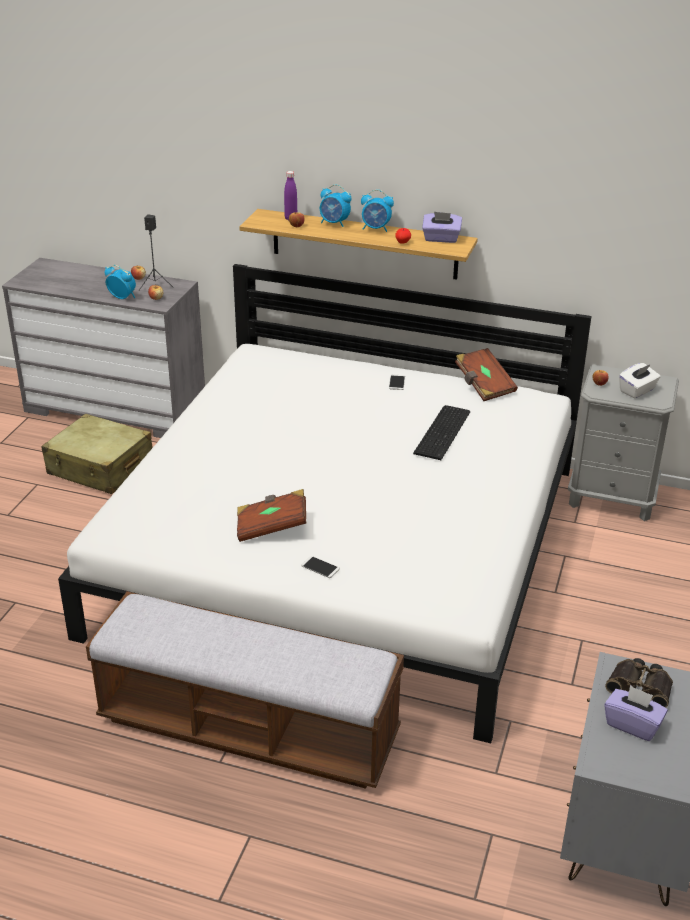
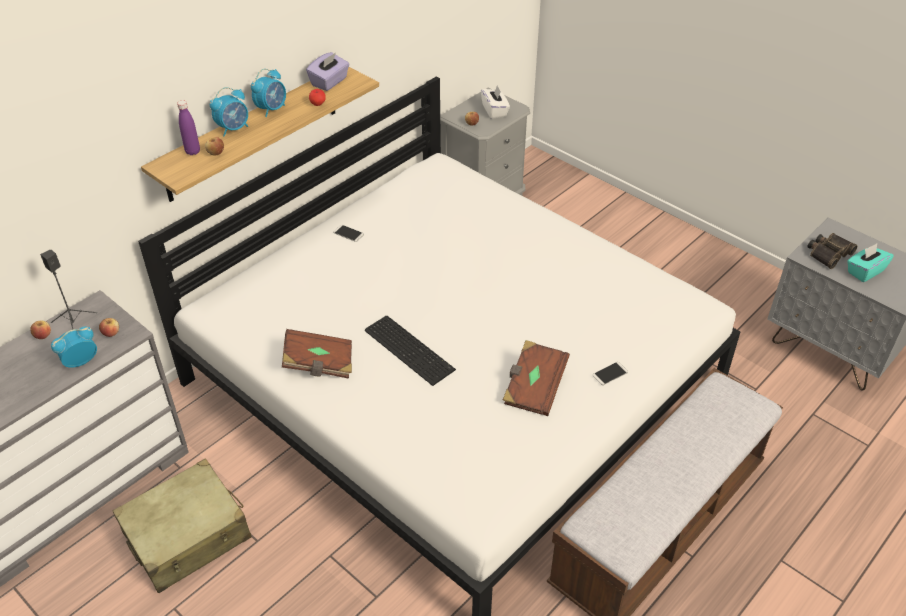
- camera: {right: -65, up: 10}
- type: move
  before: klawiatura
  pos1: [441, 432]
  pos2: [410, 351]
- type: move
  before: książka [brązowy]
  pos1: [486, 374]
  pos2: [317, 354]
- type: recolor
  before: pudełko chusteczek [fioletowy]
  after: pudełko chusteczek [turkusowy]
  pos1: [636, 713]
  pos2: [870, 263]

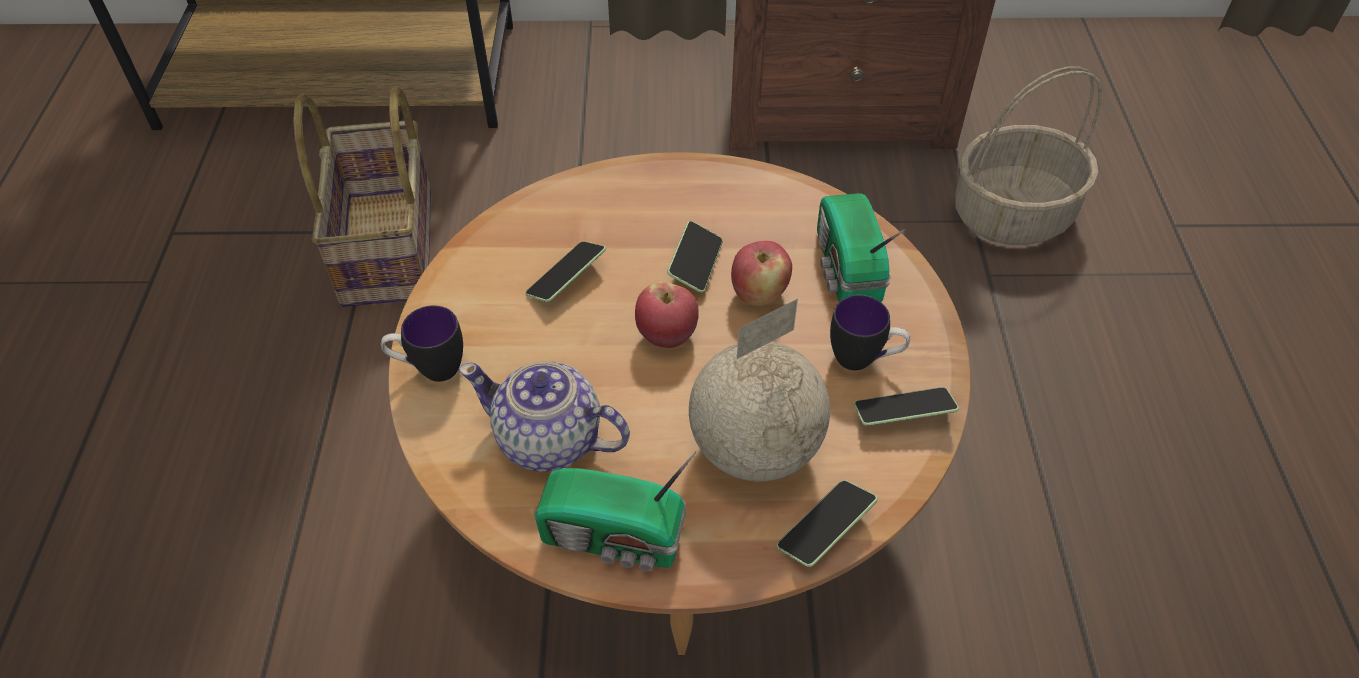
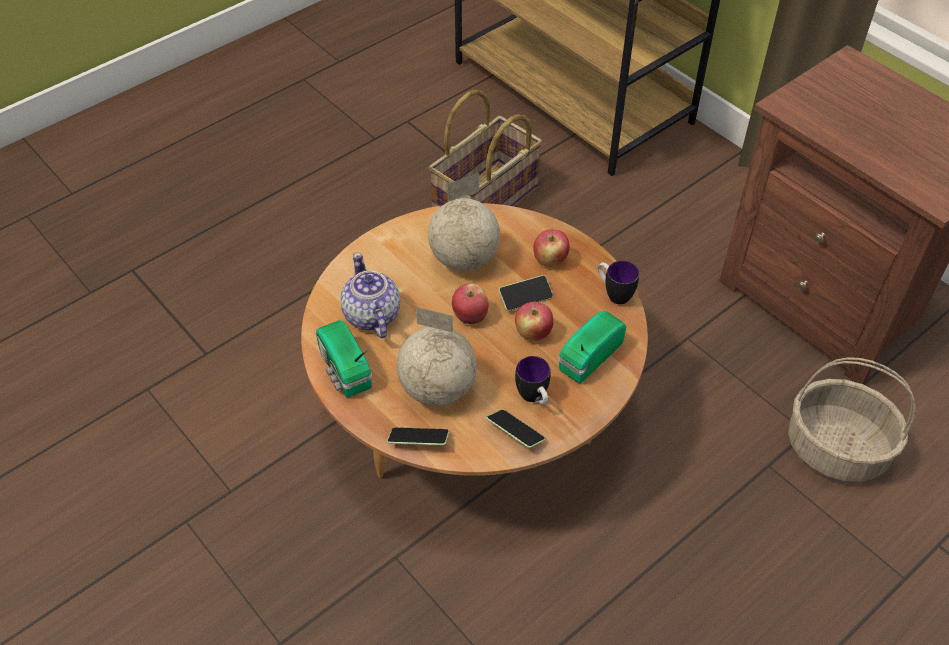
- camera: {right: 50, up: 0}
- type: insert
  after: jabłko
  pos2: [551, 248]
- type: move
  before: kubek
  pos1: [422, 343]
  pos2: [618, 283]
- type: replace
  before: telefon
  after: globus
  pos1: [565, 271]
  pos2: [464, 222]

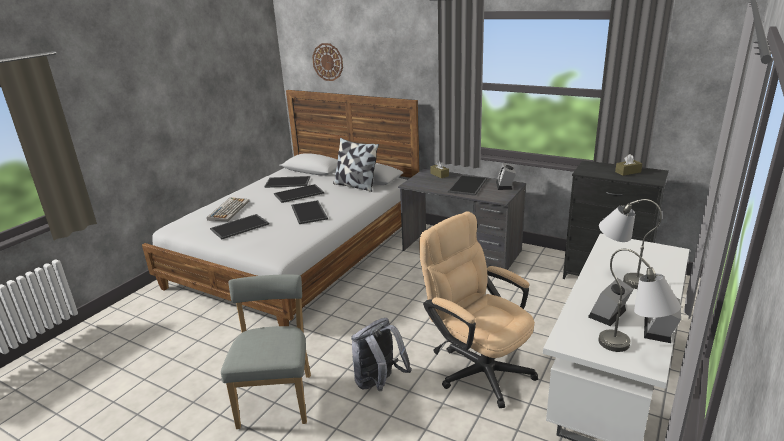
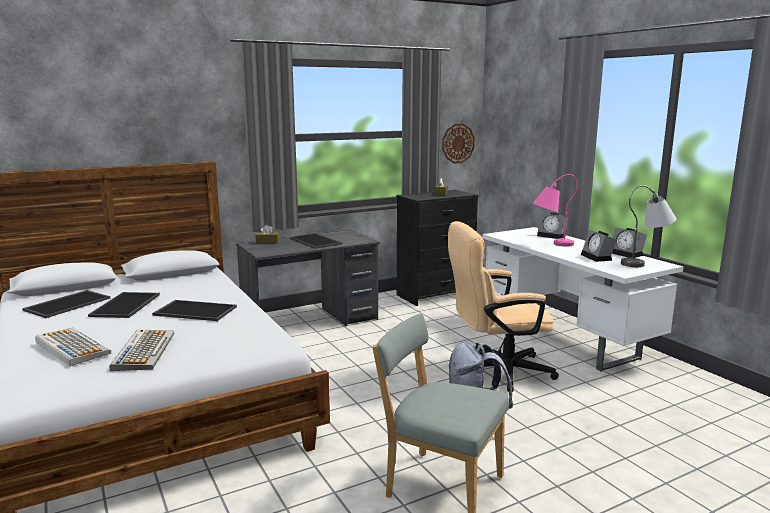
- camera: {right: -60, up: -10}
- type: delete
  before: poduszka
  pos1: [356, 165]
- type: move
  before: zegar ścienny
  pos1: [327, 62]
  pos2: [458, 143]
- type: move
  before: budzik
  pos1: [506, 176]
  pos2: [552, 226]
- type: replace
  before: taca
  after: klawiatura
  pos1: [239, 226]
  pos2: [141, 350]
- type: recolor
  before: lampa stołowa [szary]
  after: lampa stołowa [różowy]
  pos1: [630, 244]
  pos2: [555, 210]

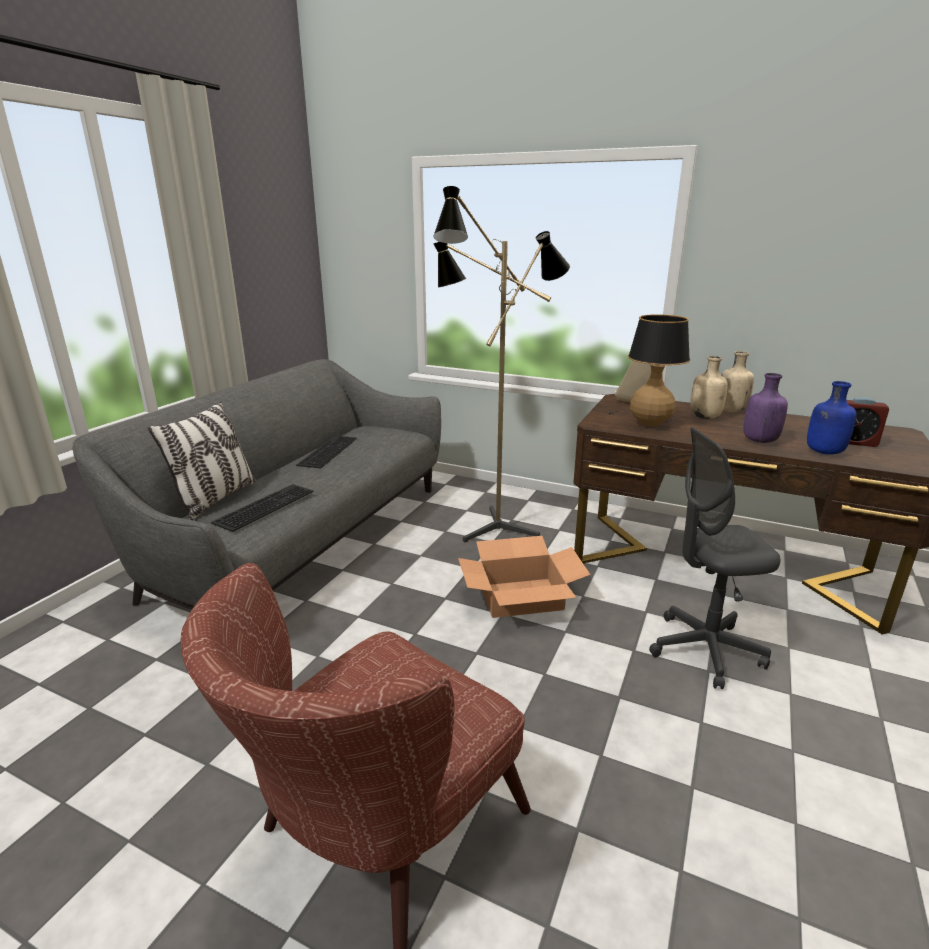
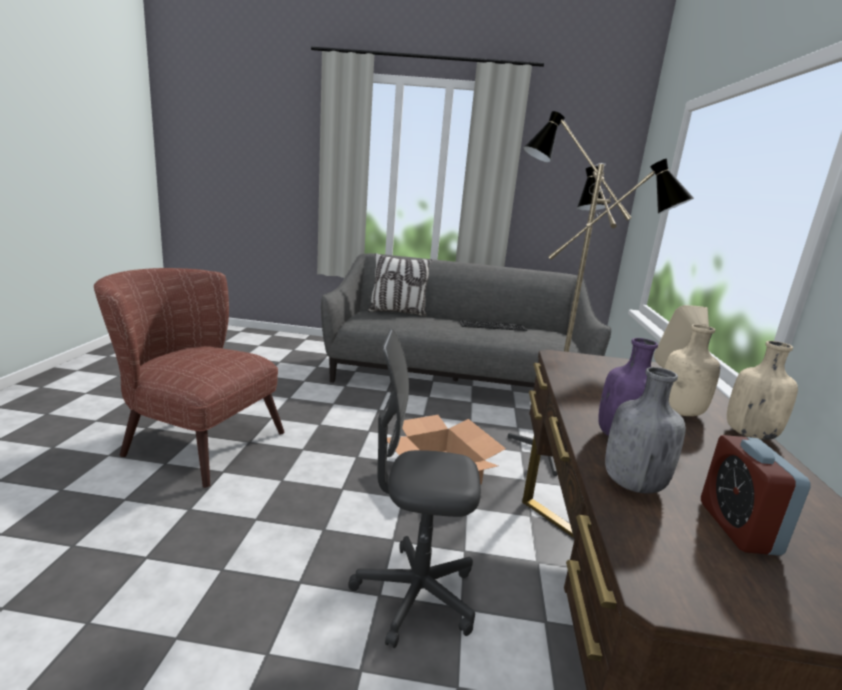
- camera: {right: 70, up: -5}
- type: delete
  before: klawiatura
  pos1: [262, 508]
- type: delete
  before: lampa stołowa
  pos1: [649, 370]
- type: recolor
  before: butelka [niebieski]
  after: butelka [szary]
  pos1: [831, 418]
  pos2: [645, 430]
- type: rotate
  before: krzesło biurowe [szary]
  pos1: [714, 558]
  pos2: [414, 488]
  turn: -60

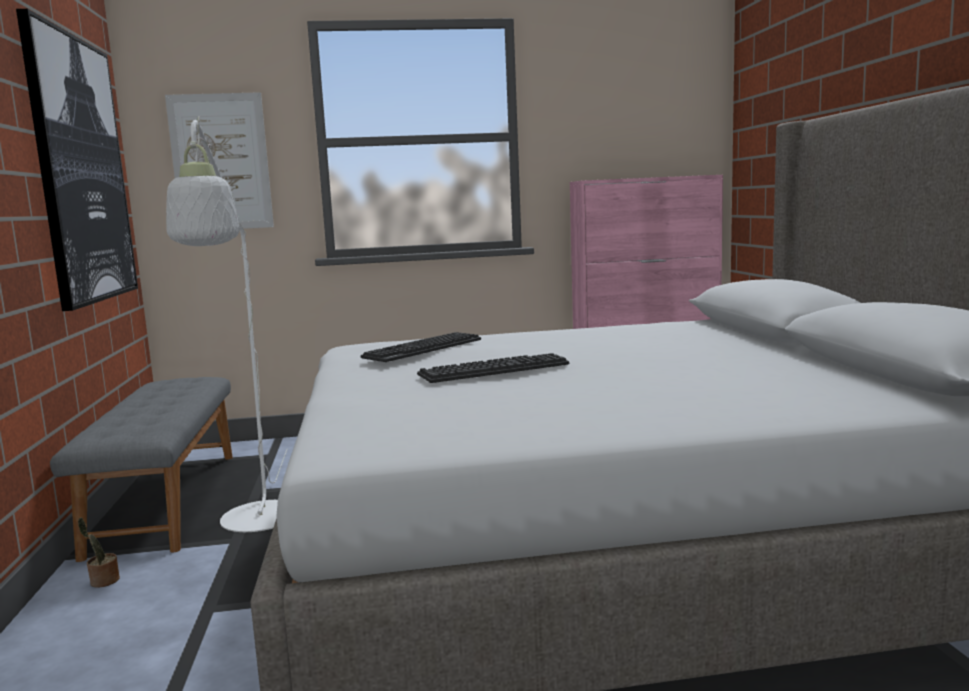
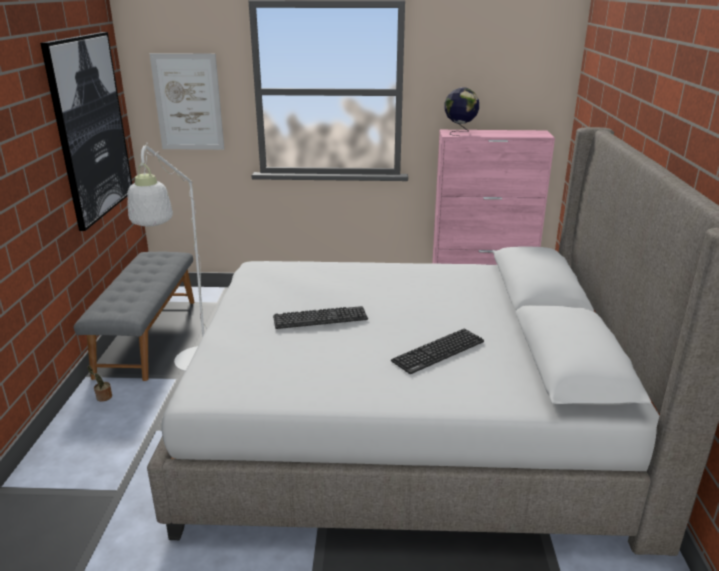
- camera: {right: 10, up: 15}
- type: insert
  after: globus
  pos2: [461, 111]
- type: move
  before: klawiatura
  pos1: [421, 347]
  pos2: [437, 351]

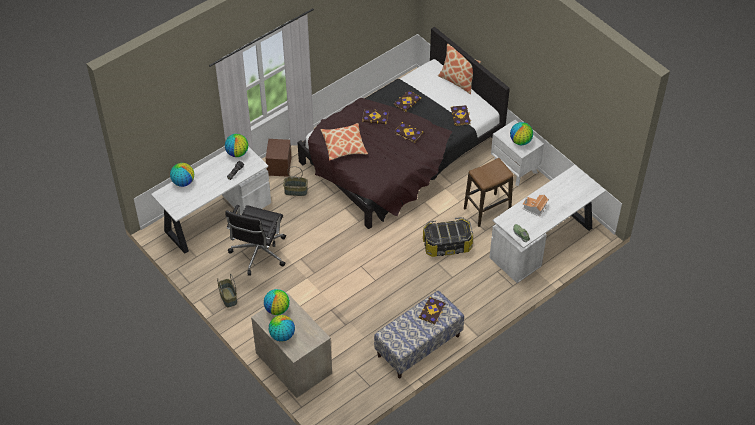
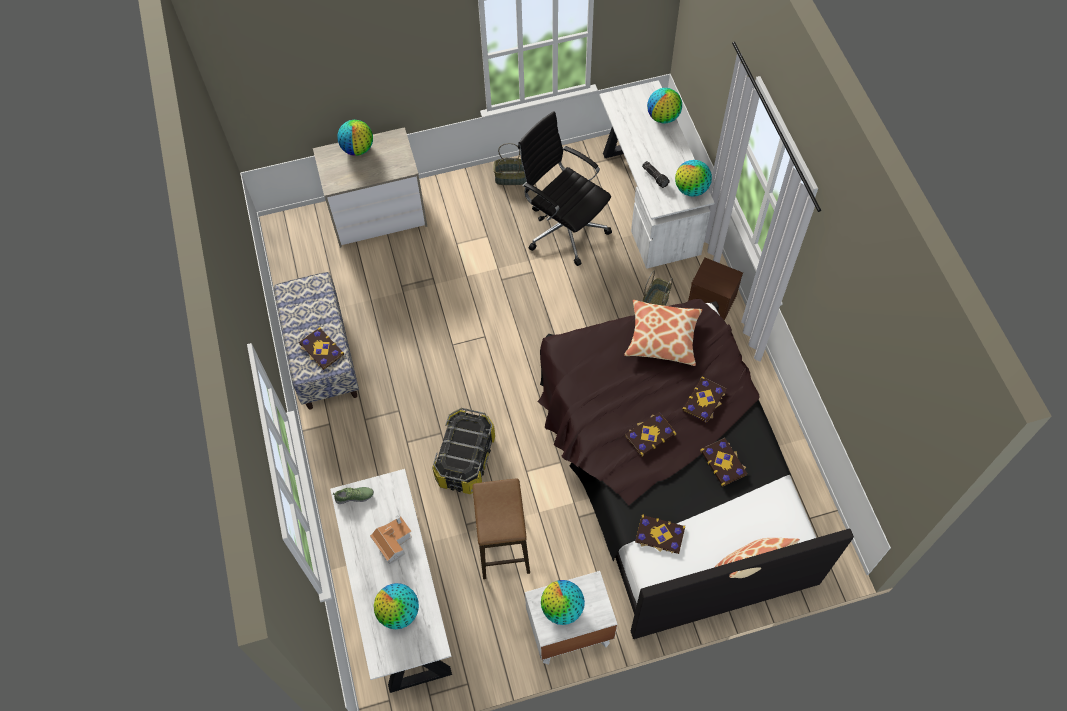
- camera: {right: 115, up: 10}
- type: move
  before: globus
  pos1: [277, 302]
  pos2: [396, 606]

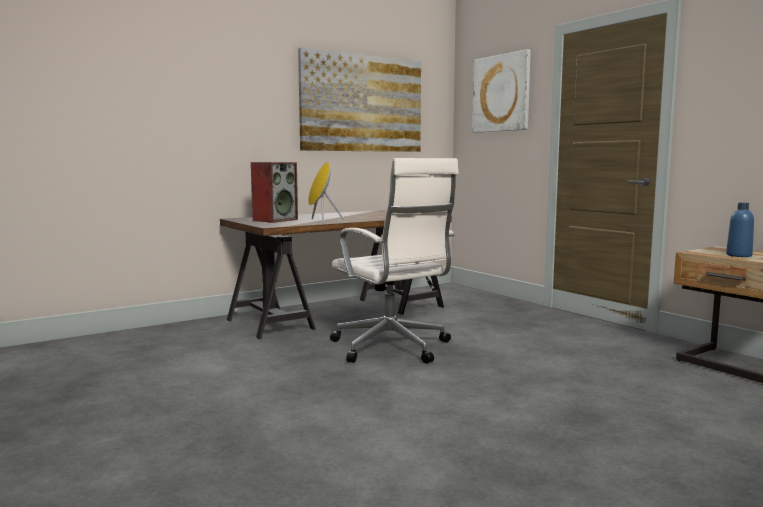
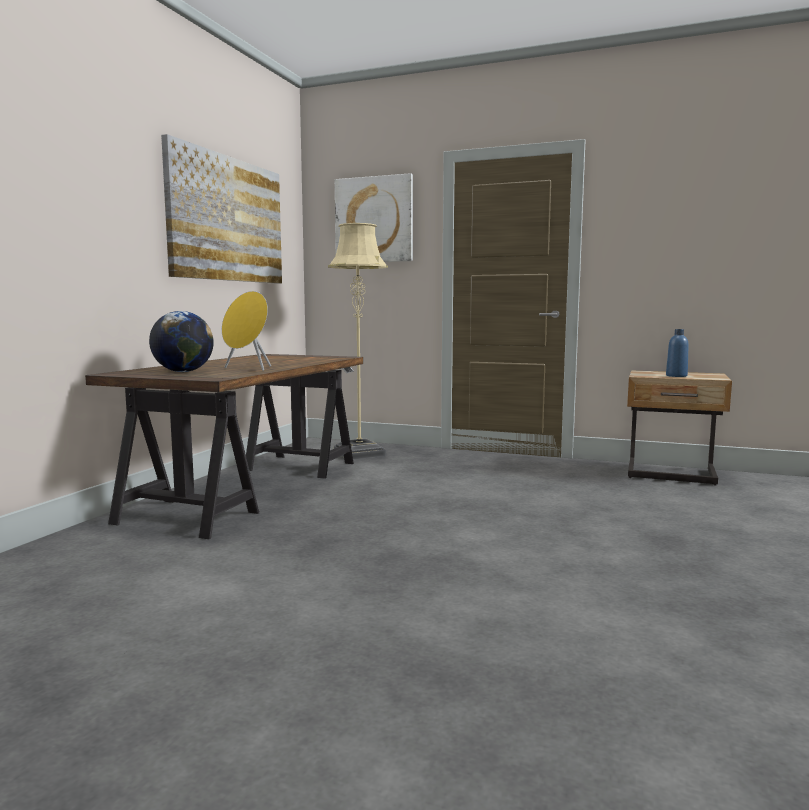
- camera: {right: -35, up: 0}
- type: delete
  before: krzesło biurowe [biały]
  pos1: [394, 261]
- type: insert
  after: lampa stojąca [beżowy]
  pos2: [358, 341]
- type: replace
  before: głośnik
  after: globus
  pos1: [274, 192]
  pos2: [181, 341]

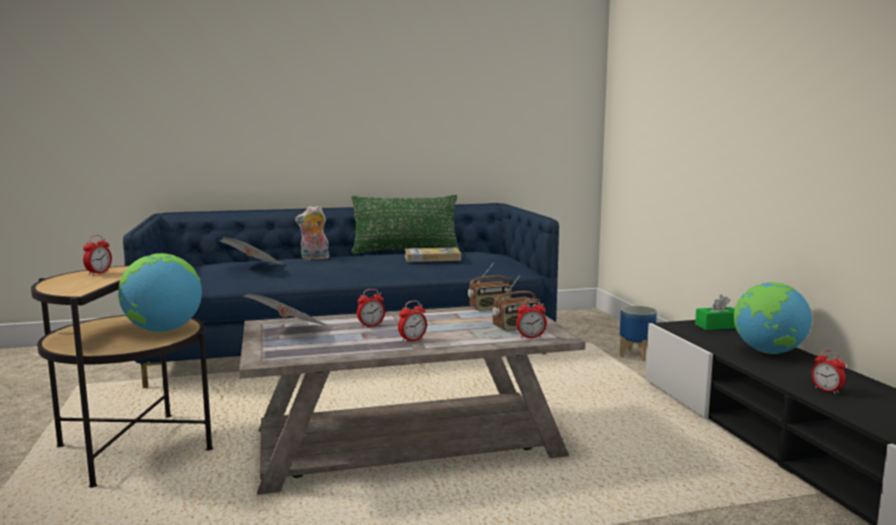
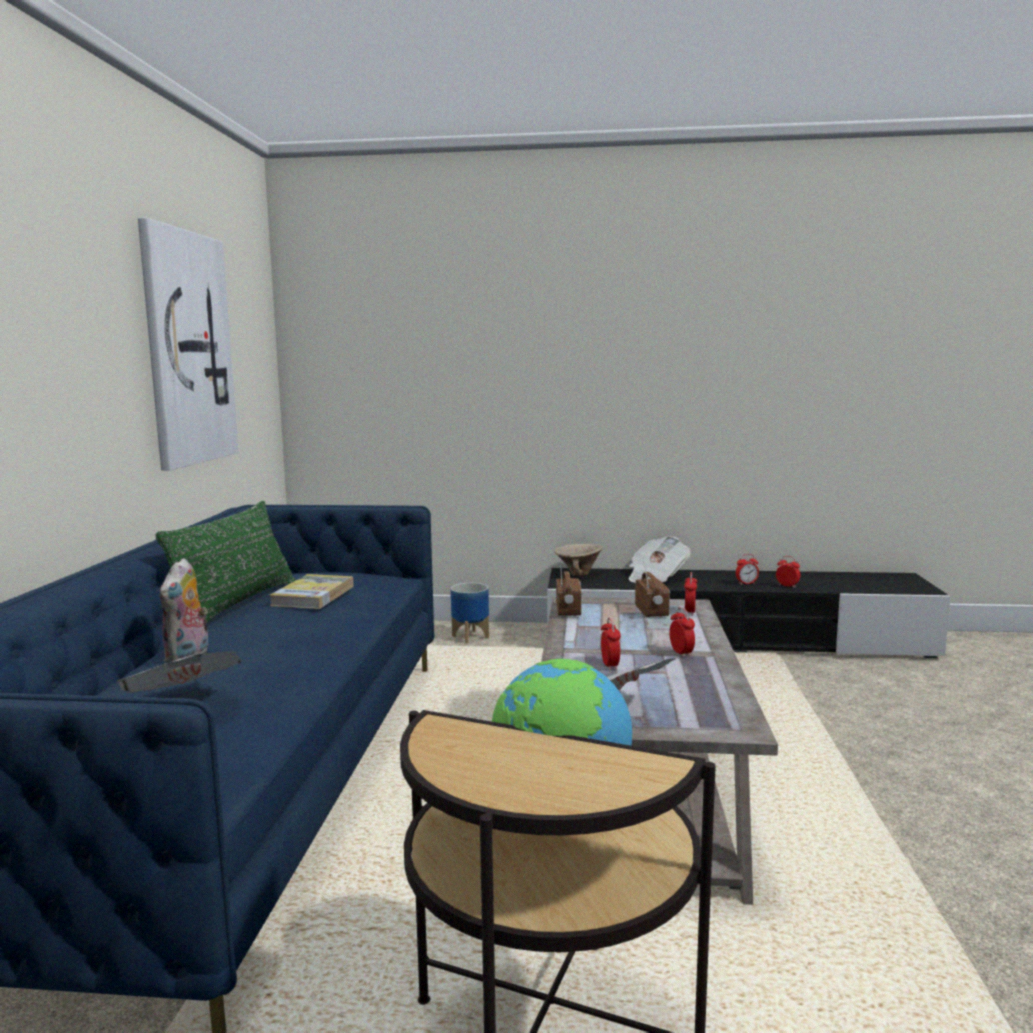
- camera: {right: -70, up: 0}
- type: insert
  after: obraz
  pos2: [188, 344]
- type: move
  before: budzik
  pos1: [97, 255]
  pos2: [788, 572]
- type: replace
  before: pudełko chusteczek [zielony]
  after: miska [beżowy]
  pos1: [715, 312]
  pos2: [578, 560]
- type: replace
  before: globus
  after: gazeta
  pos1: [773, 318]
  pos2: [659, 559]

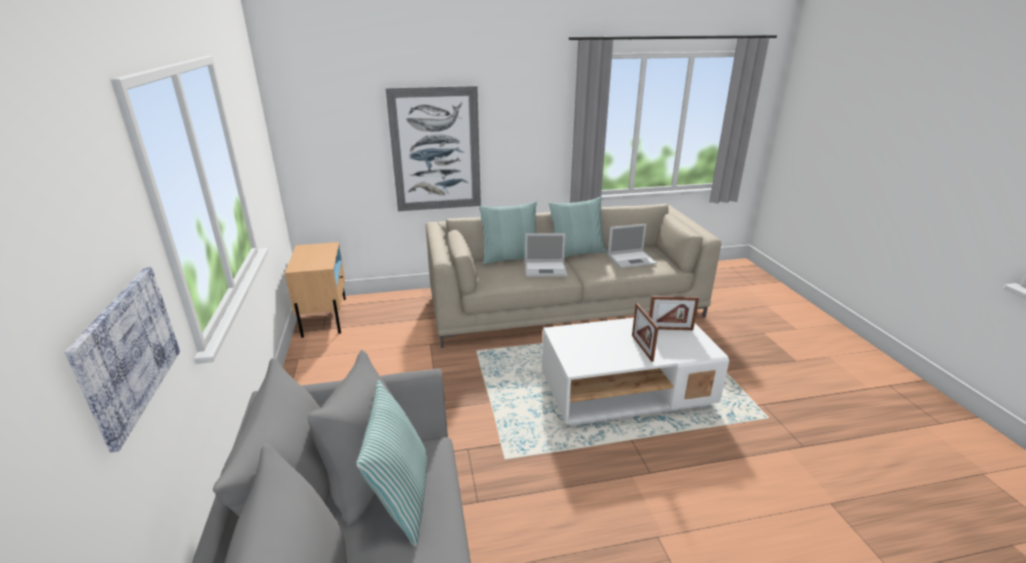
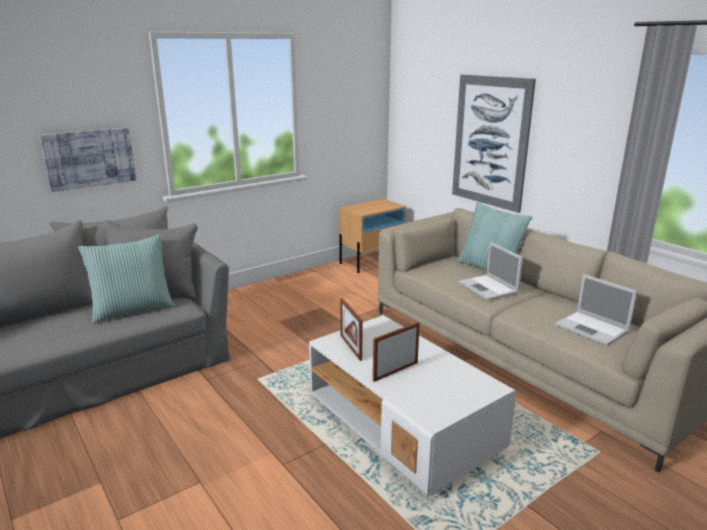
- camera: {right: 65, up: -5}
- type: delete
  before: poduszka
  pos1: [578, 227]
- type: move
  before: ramka na zdjęcie
  pos1: [674, 313]
  pos2: [351, 329]

